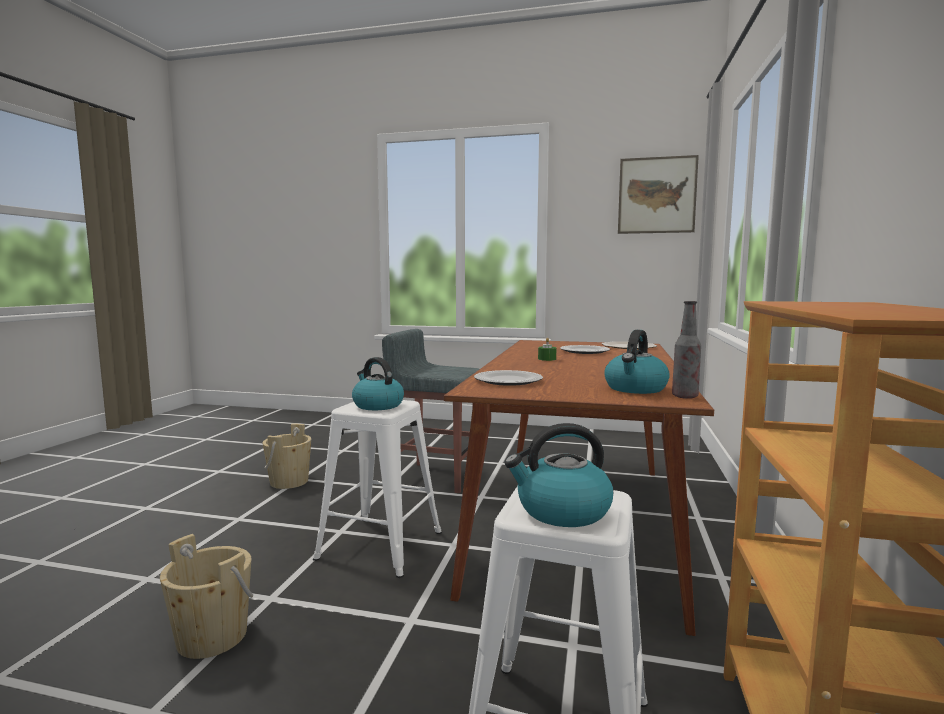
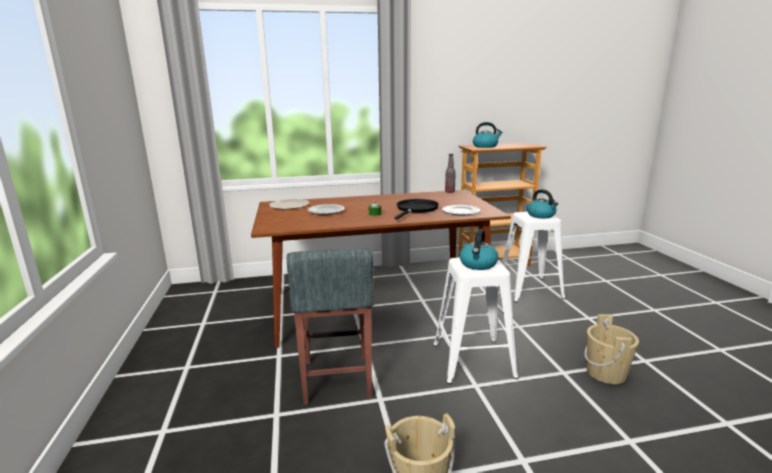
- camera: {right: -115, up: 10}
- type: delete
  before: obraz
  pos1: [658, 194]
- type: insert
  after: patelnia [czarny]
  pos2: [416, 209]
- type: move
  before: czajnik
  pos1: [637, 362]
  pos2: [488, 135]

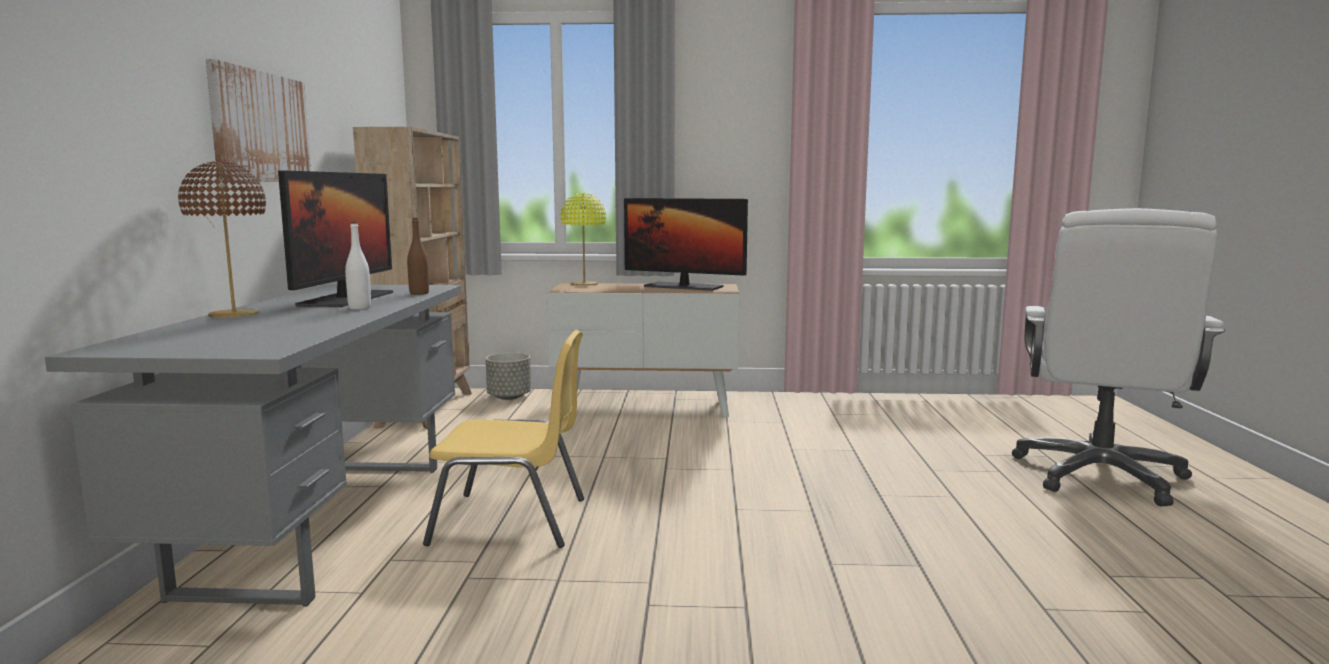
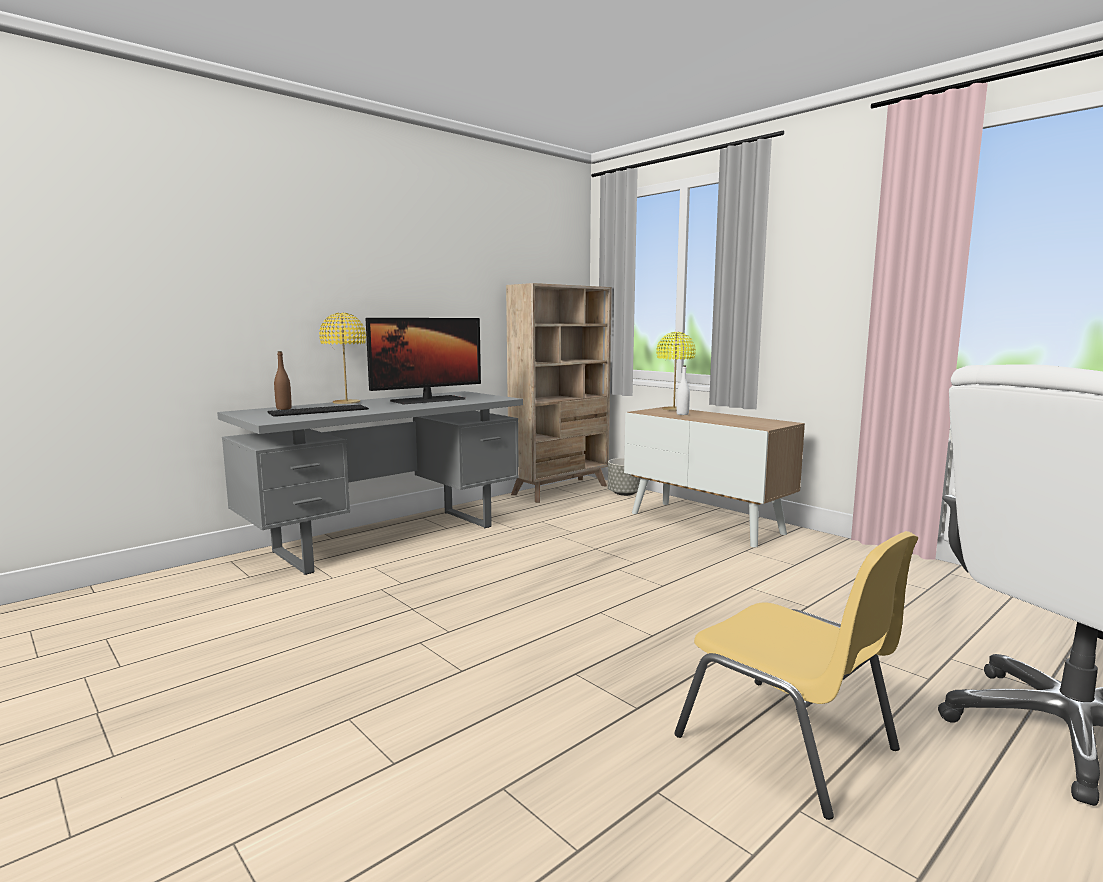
- camera: {right: 45, up: 0}
- type: delete
  before: obraz
  pos1: [258, 120]
- type: delete
  before: monitor
  pos1: [686, 244]
- type: insert
  after: klawiatura
  pos2: [318, 411]
- type: move
  before: butelka [biały]
  pos1: [358, 265]
  pos2: [683, 390]
- type: move
  before: butelka [brązowy]
  pos1: [418, 256]
  pos2: [283, 380]
- type: move
  before: krzesło [żółty]
  pos1: [503, 439]
  pos2: [796, 675]
- type: recolor
  before: lampa stołowa [brązowy]
  after: lampa stołowa [żółty]
  pos1: [222, 239]
  pos2: [342, 358]

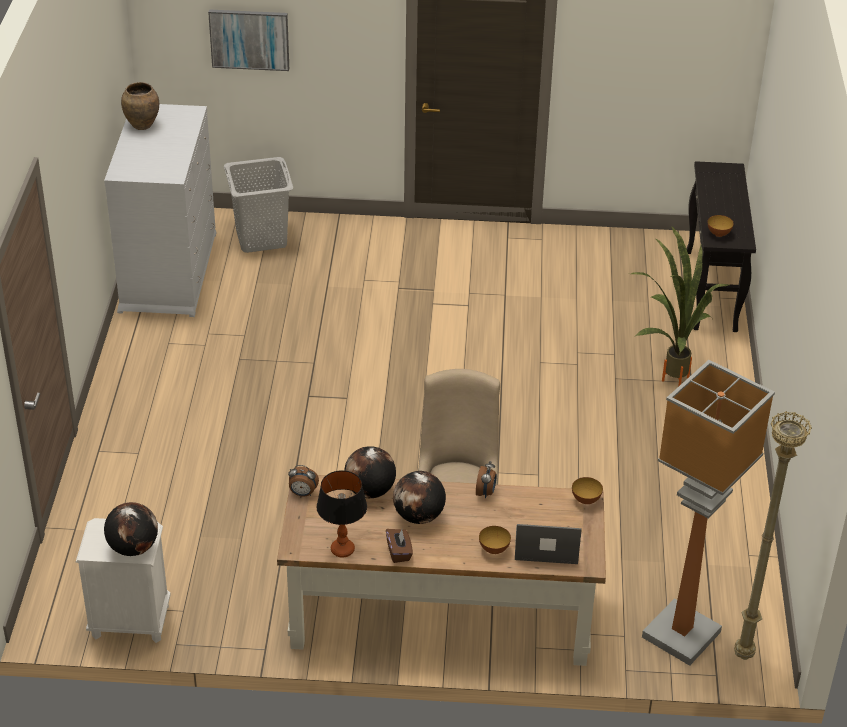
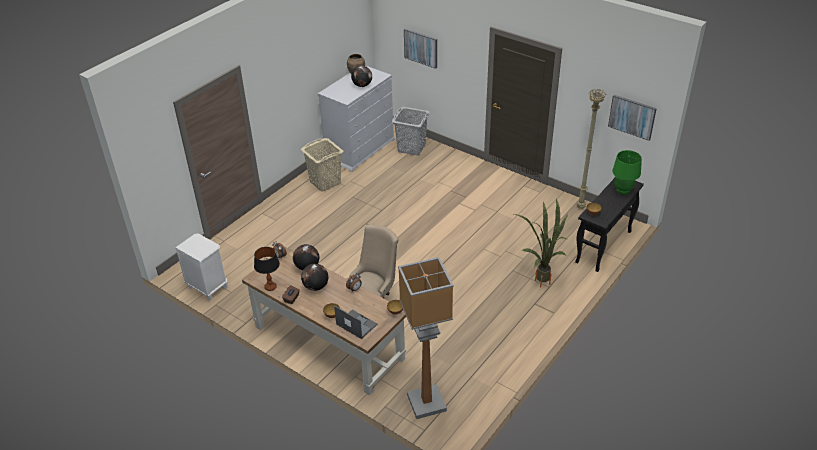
- camera: {right: 35, up: 0}
- type: insert
  after: kosz na pranie [beżowy]
  pos2: [322, 164]
- type: insert
  after: obraz
  pos2: [632, 118]
- type: insert
  after: lampa stołowa [zielony]
  pos2: [627, 172]
- type: move
  before: globus
  pos1: [131, 529]
  pos2: [361, 76]
- type: move
  before: lampa stojąca [beżowy]
  pos1: [773, 536]
  pos2: [591, 149]

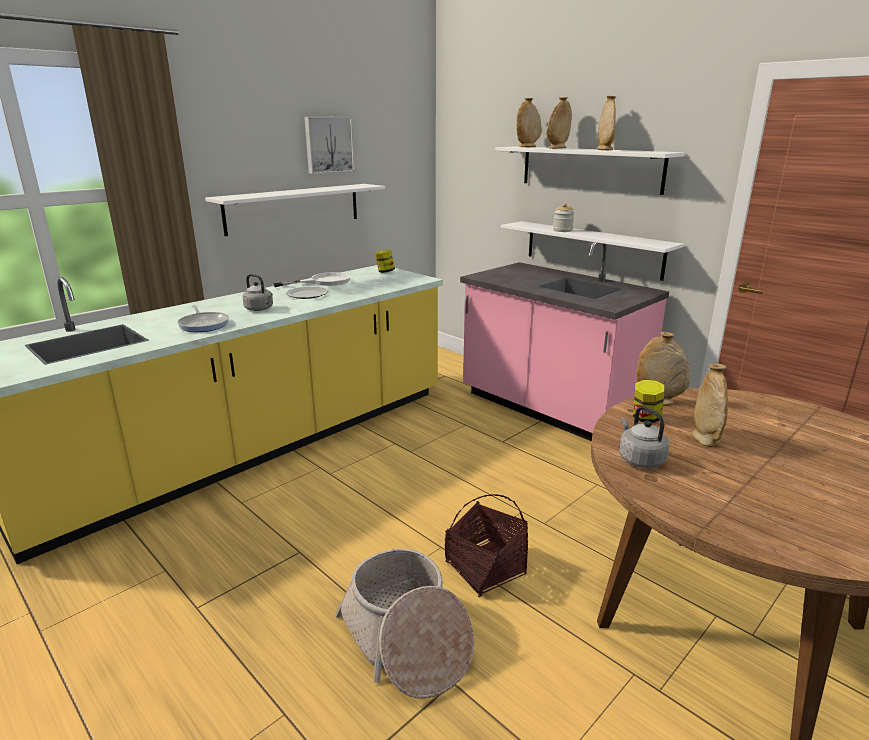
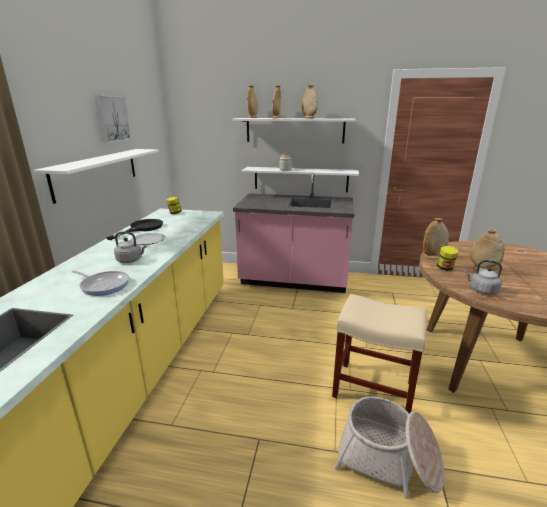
- camera: {right: -35, up: 0}
- type: replace
  before: koszyk
  after: stołek [beżowy]
  pos1: [486, 546]
  pos2: [379, 354]
- type: recolor
  before: patelnia [biały]
  after: patelnia [czarny]
  pos1: [311, 279]
  pos2: [134, 229]

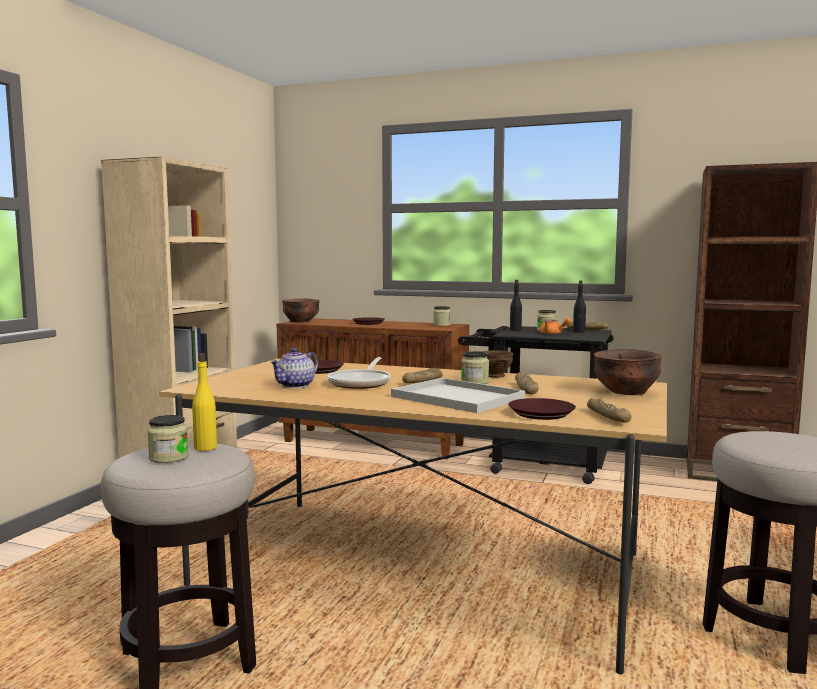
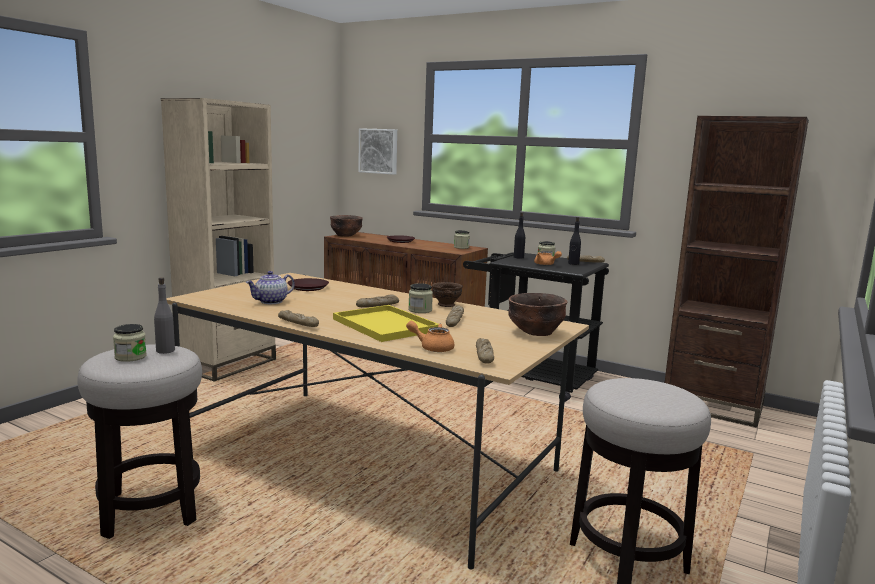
- camera: {right: 10, up: 5}
- type: delete
  before: patelnia
  pos1: [359, 373]
- type: insert
  after: chleb
  pos2: [298, 318]
- type: insert
  after: obraz
  pos2: [377, 151]
- type: replace
  before: talerz [brązowy]
  after: imbryk [pomarańczowy]
  pos1: [542, 409]
  pos2: [430, 336]
- type: recolor
  before: butelka [żółty]
  after: butelka [szary]
  pos1: [204, 402]
  pos2: [164, 315]
- type: recolor
  before: taca [biały]
  after: taca [żółty]
  pos1: [458, 395]
  pos2: [386, 323]

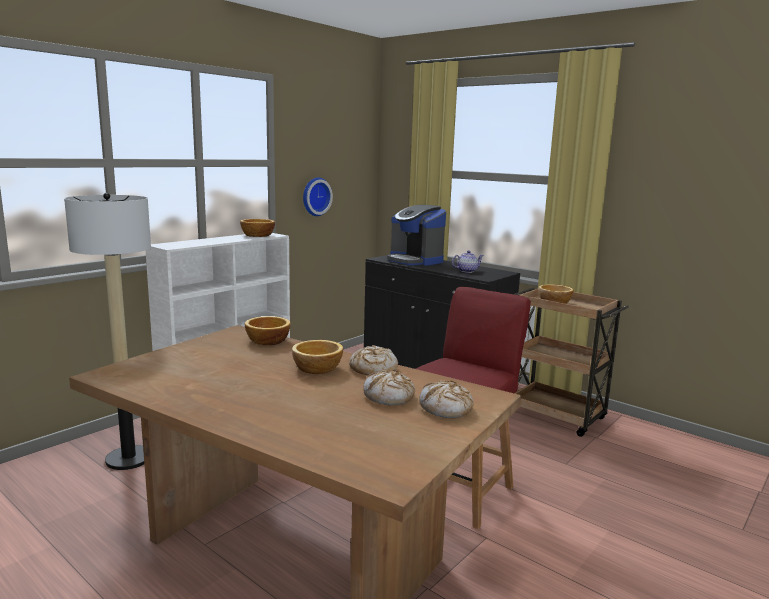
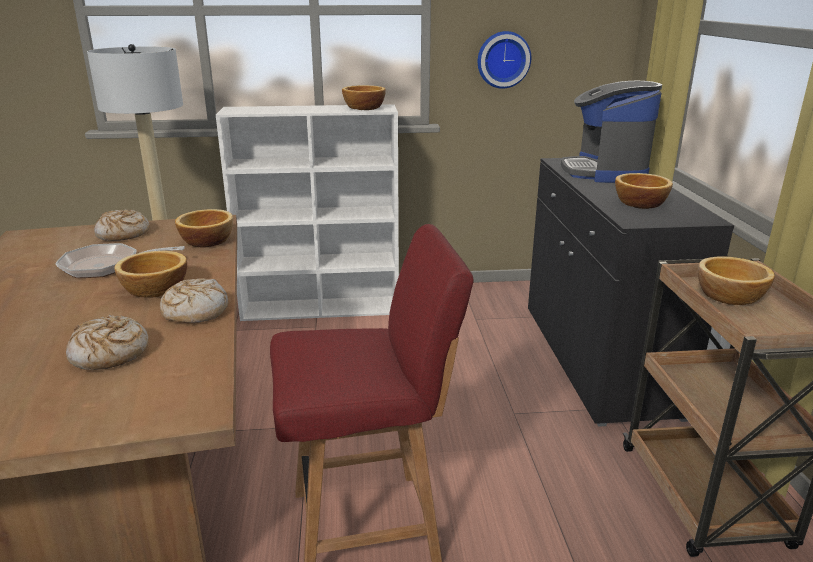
- camera: {right: 45, up: 10}
- type: insert
  after: patelnia
  pos2: [120, 260]
- type: move
  before: chleb
  pos1: [446, 399]
  pos2: [122, 225]
- type: replace
  before: imbryk
  after: miska
  pos1: [468, 262]
  pos2: [644, 191]

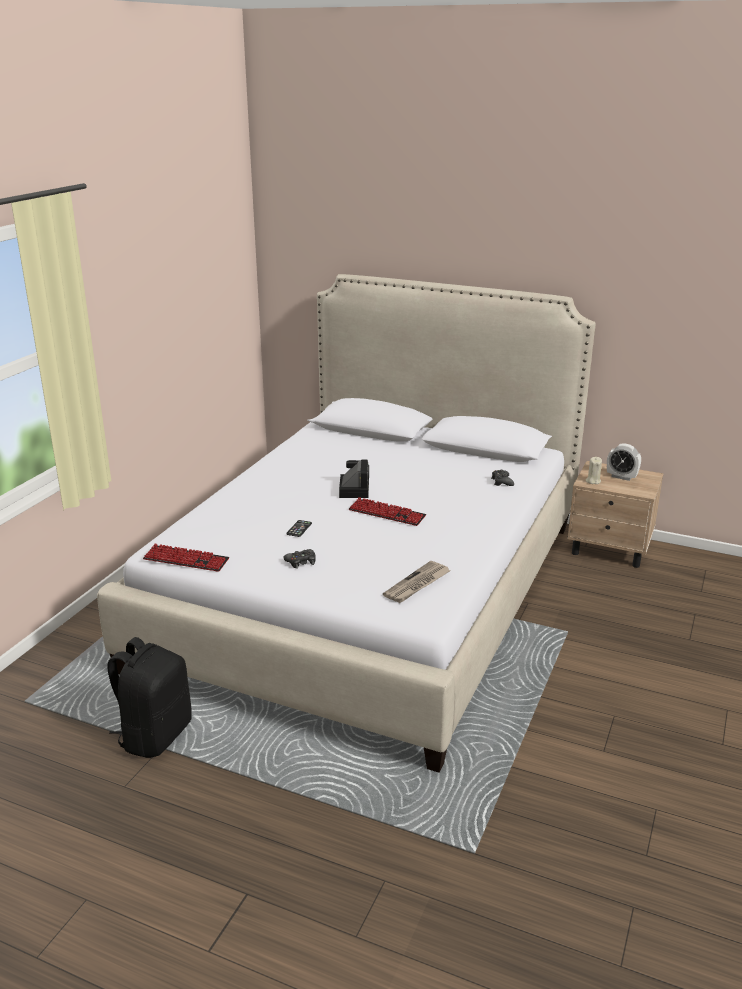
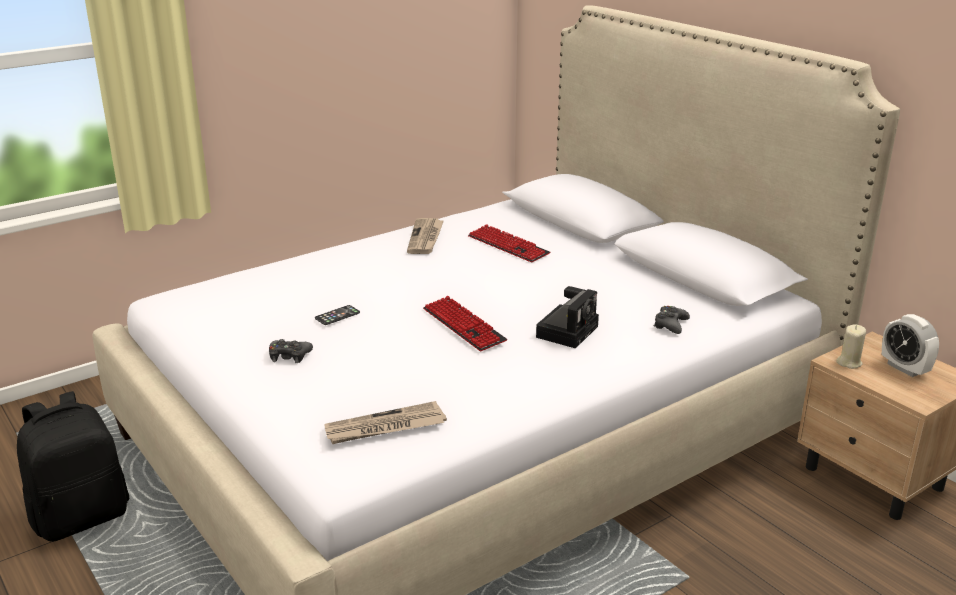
- camera: {right: 30, up: 0}
- type: insert
  after: gazeta
  pos2: [425, 236]
- type: move
  before: klawiatura
  pos1: [186, 558]
  pos2: [509, 243]
- type: move
  before: aparat fotograficzny
  pos1: [354, 478]
  pos2: [567, 317]

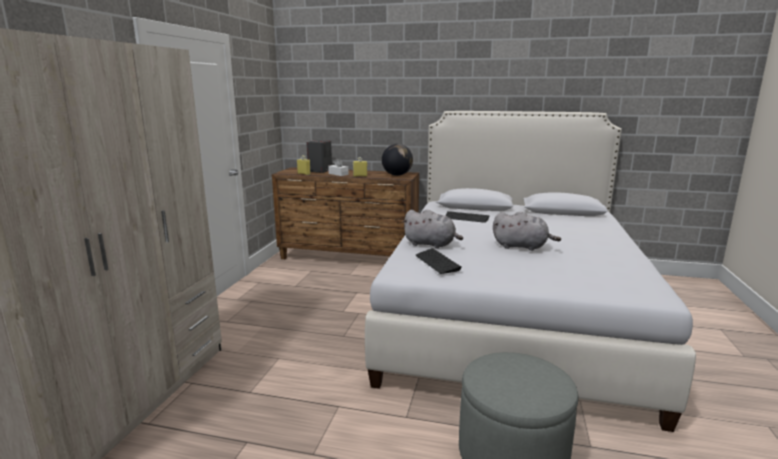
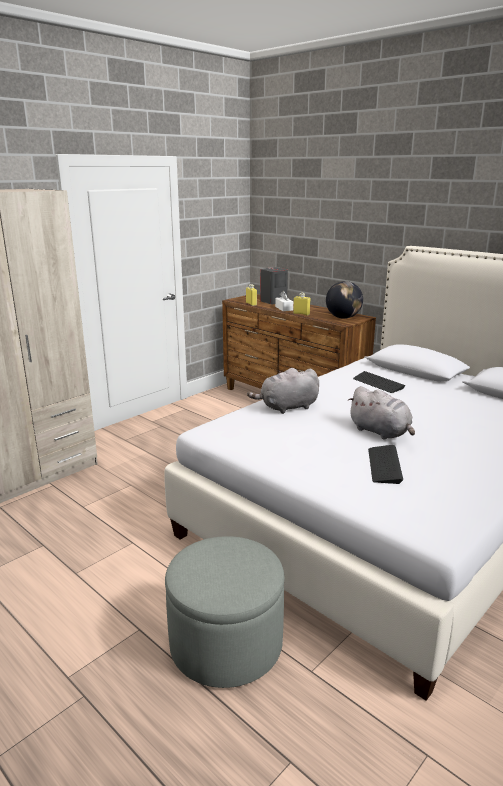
- camera: {right: 30, up: 5}
- type: move
  before: klawiatura
  pos1: [438, 261]
  pos2: [385, 464]
- type: rotate
  before: pluszak [szary]
  pos1: [432, 229]
  pos2: [283, 391]
  turn: 105

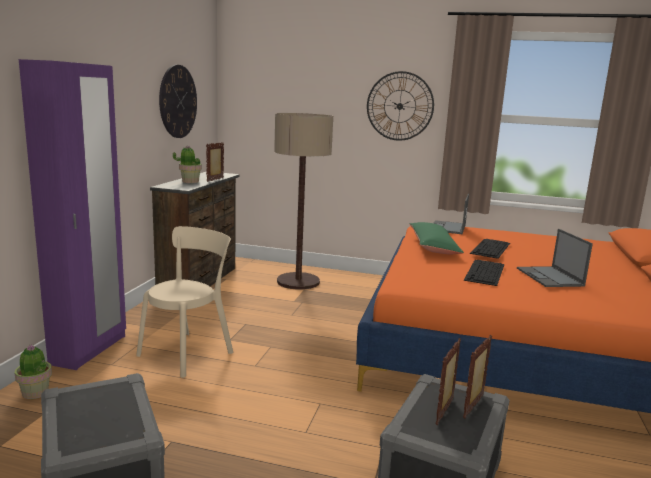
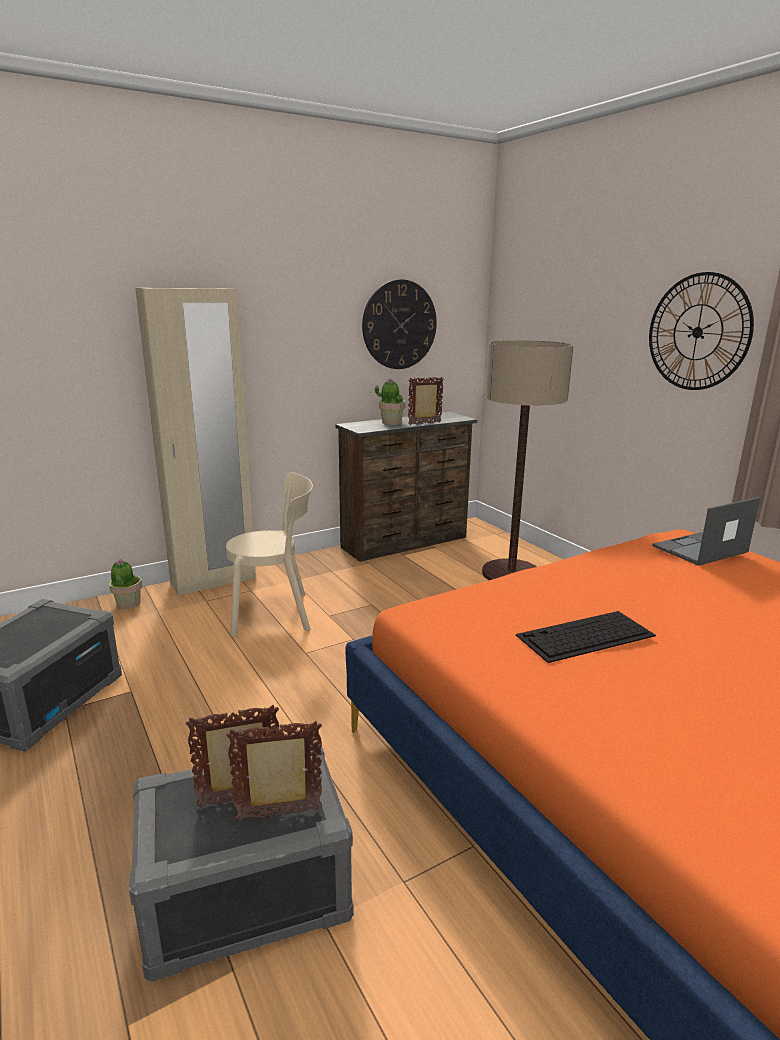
- camera: {right: 45, up: 5}
- type: delete
  before: poduszka [zielony]
  pos1: [436, 238]
- type: delete
  before: klawiatura
  pos1: [490, 249]
- type: delete
  before: laptop
  pos1: [555, 258]
- type: recolor
  before: szafa [fioletowy]
  after: szafa [beżowy]
  pos1: [72, 214]
  pos2: [195, 442]

